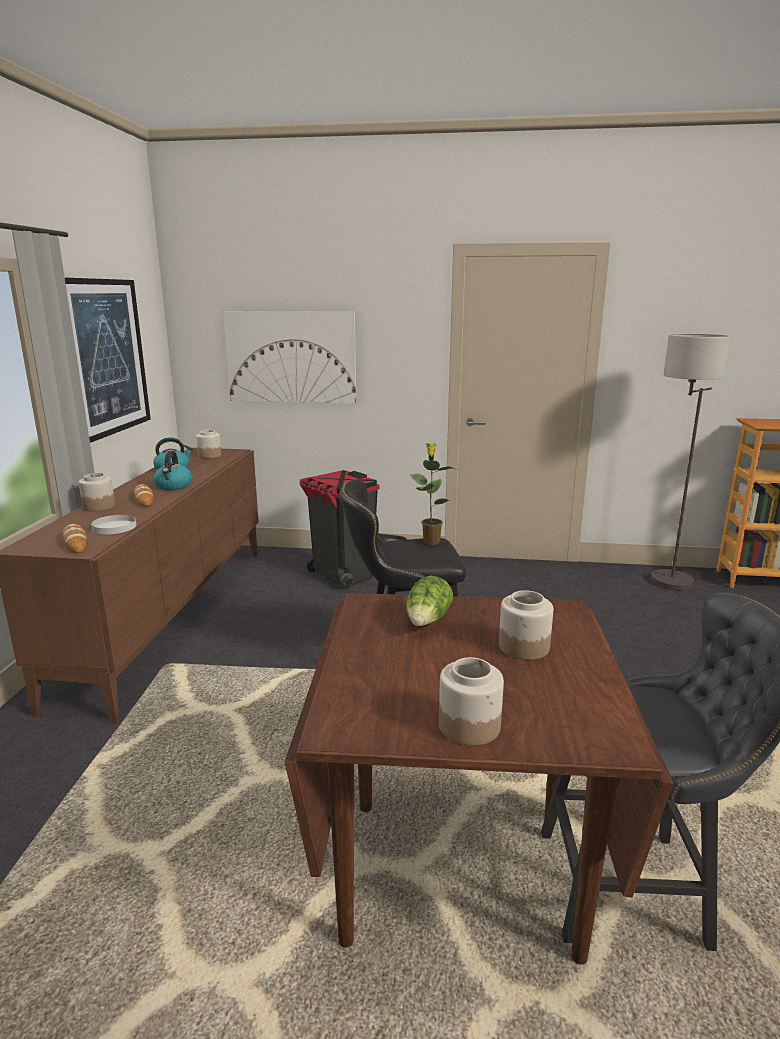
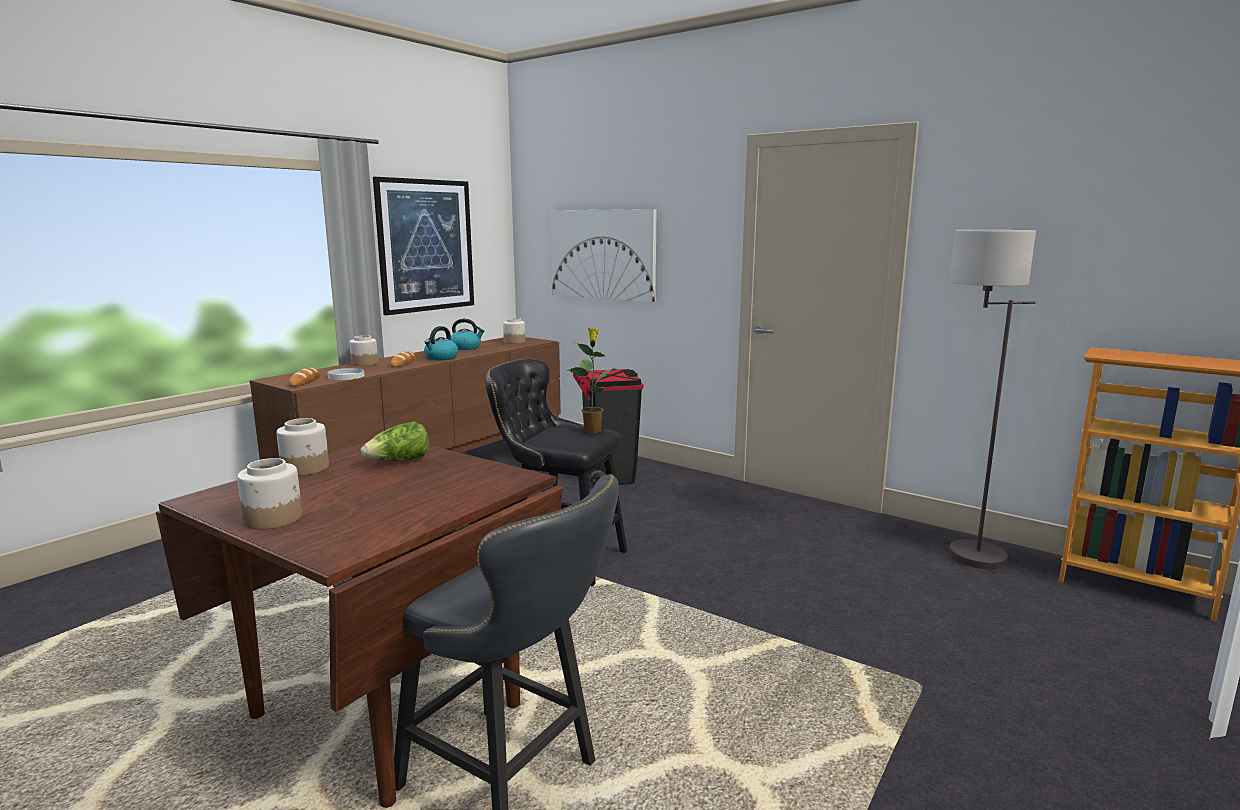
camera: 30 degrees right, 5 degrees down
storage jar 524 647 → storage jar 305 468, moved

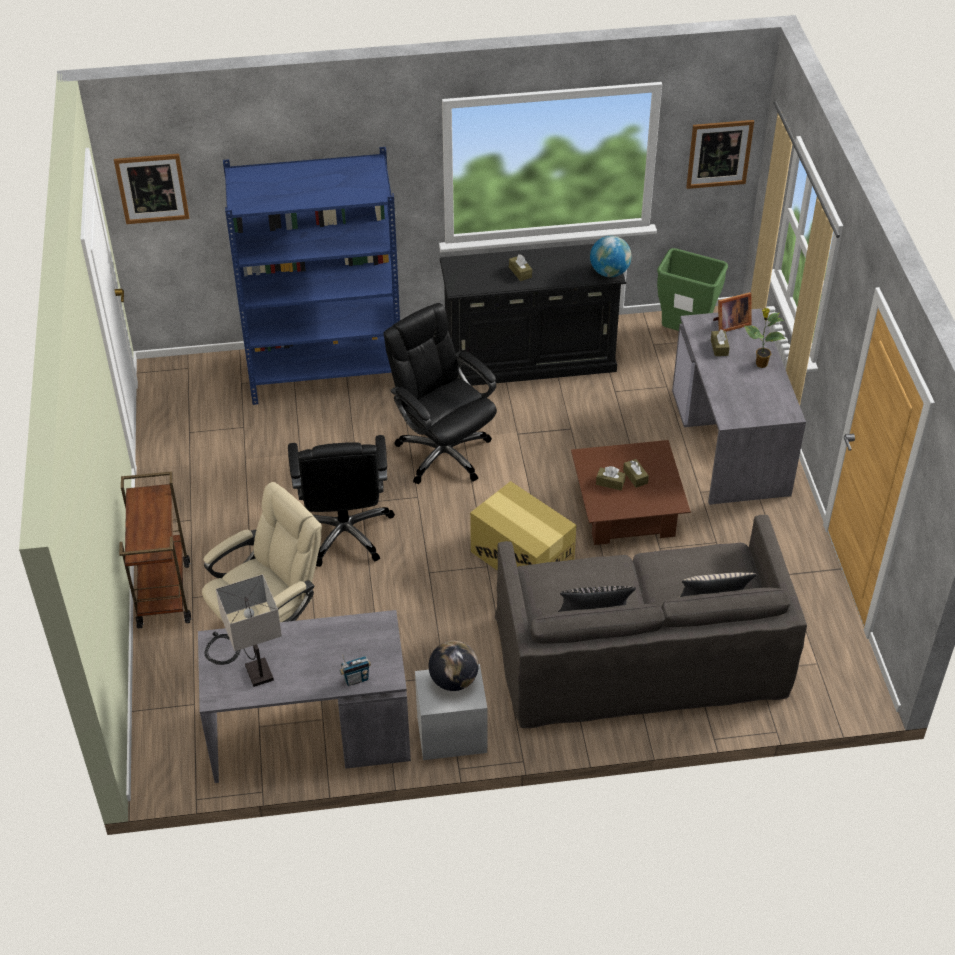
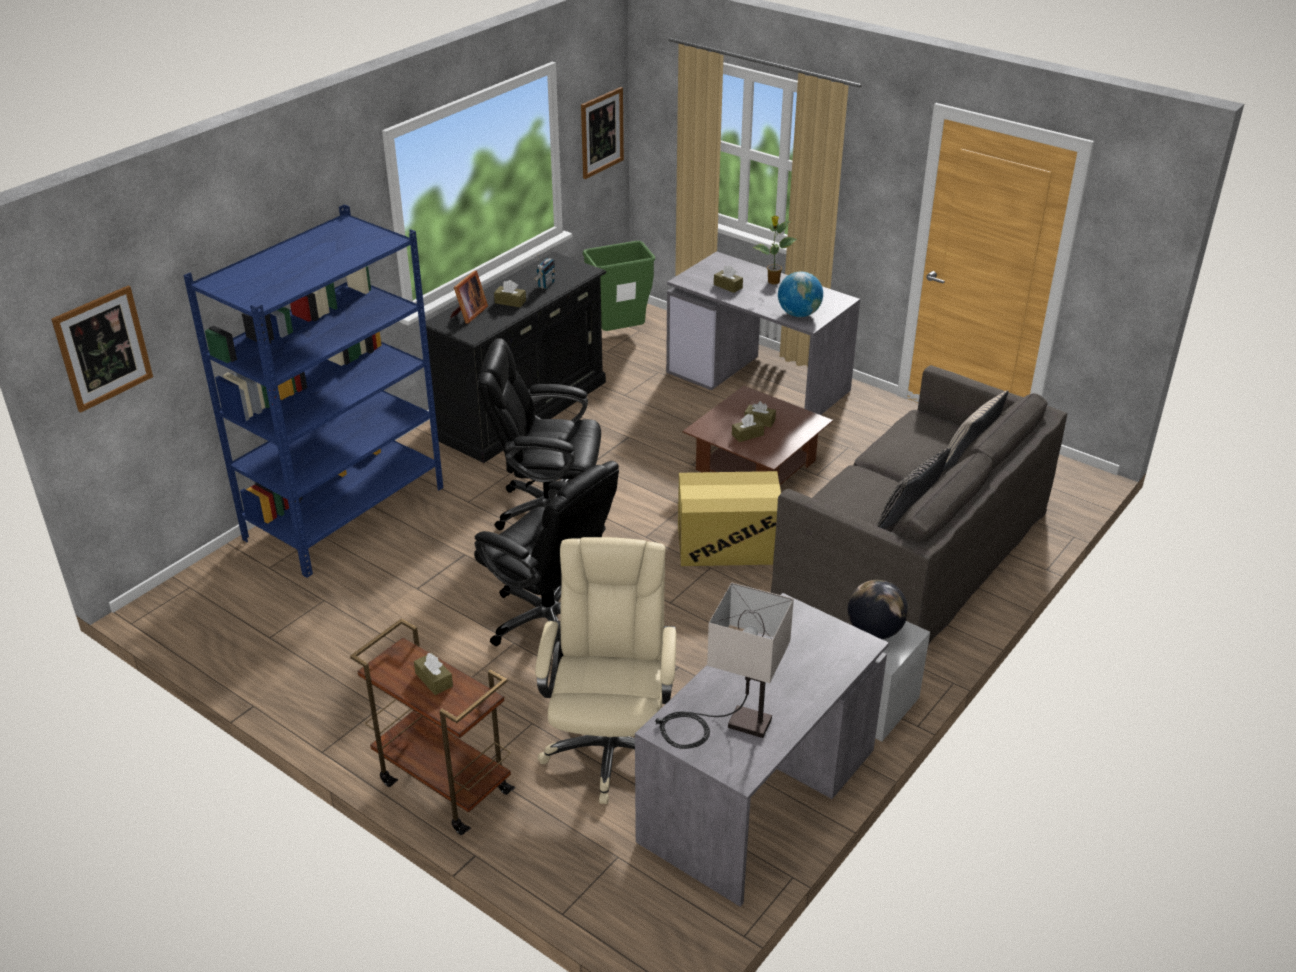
camera: 45 degrees left, 10 degrees down
radio set 356 679 → radio set 546 284, moved
globe 609 272 → globe 799 314, moved
photo frame 730 324 → photo frame 468 314, moved
- → brown box of tissues 434 680

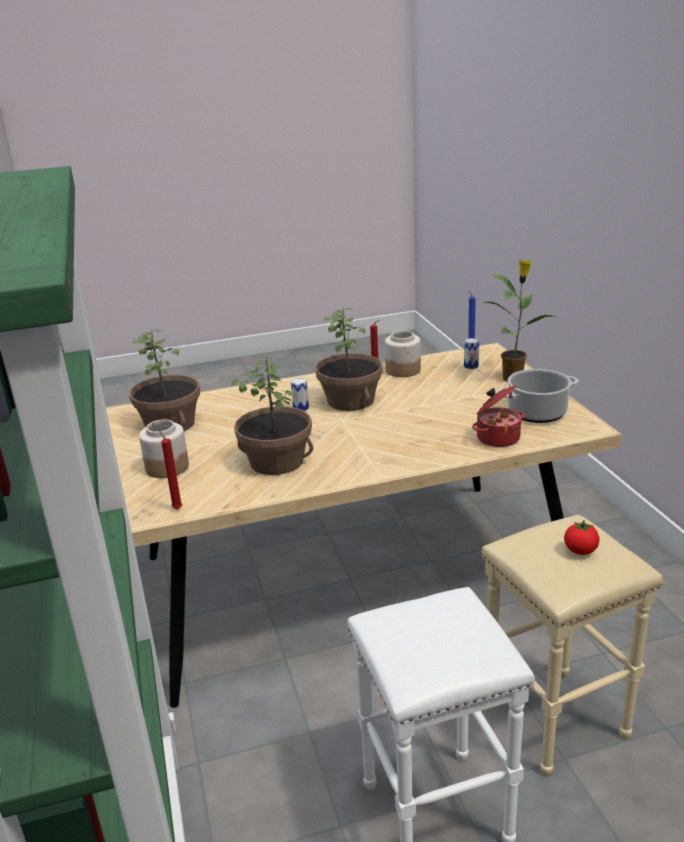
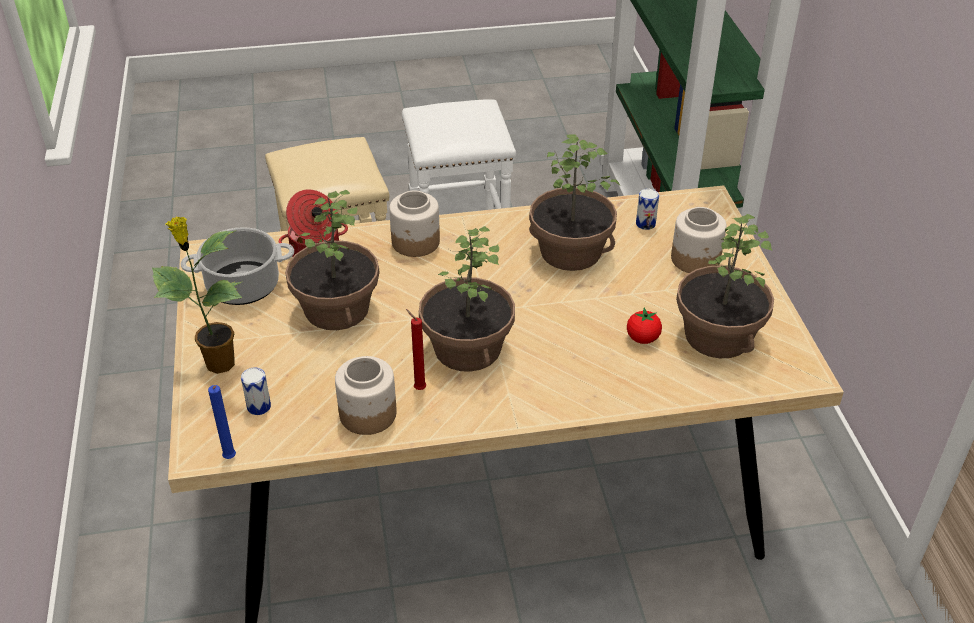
camera: 175 degrees left, 15 degrees up
red wax light 176 508 → -
sealed can 301 408 → sealed can 645 224, moved
tomato 580 551 → tomato 642 338, moved
- → plant in a pot 336 309
- → storage jar 416 242

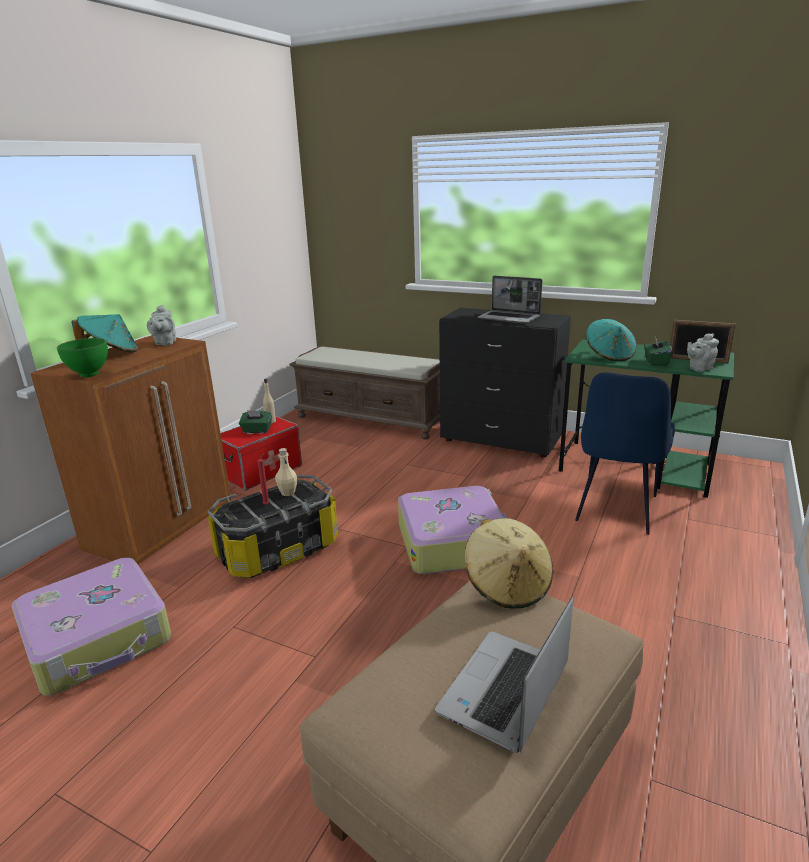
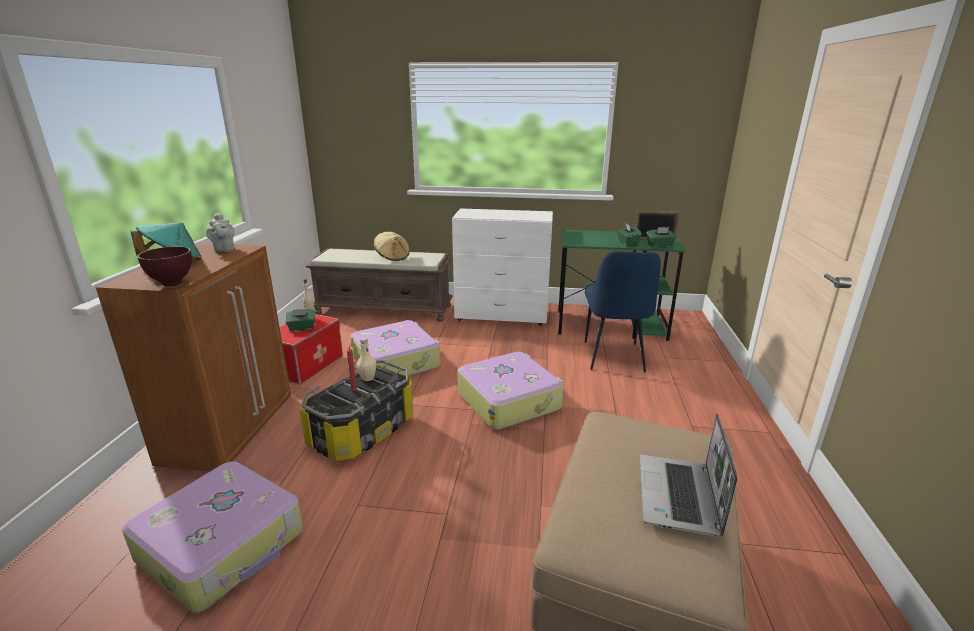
camera: 20 degrees left, 0 degrees up
green-coloured serving bowl 90 375 → brown serving bowl 172 284
black-coloured drawer chest 501 441 → whitish drawer chest 502 316
beige wearable hat 507 585 → beige wearable hat 392 257, moved
laptop 509 318 → -
turquoise-coloured wearable hat 609 355 → -
grey tea pot 699 368 → green-coloured box of tissues 660 246
- → piece of luggage 396 361

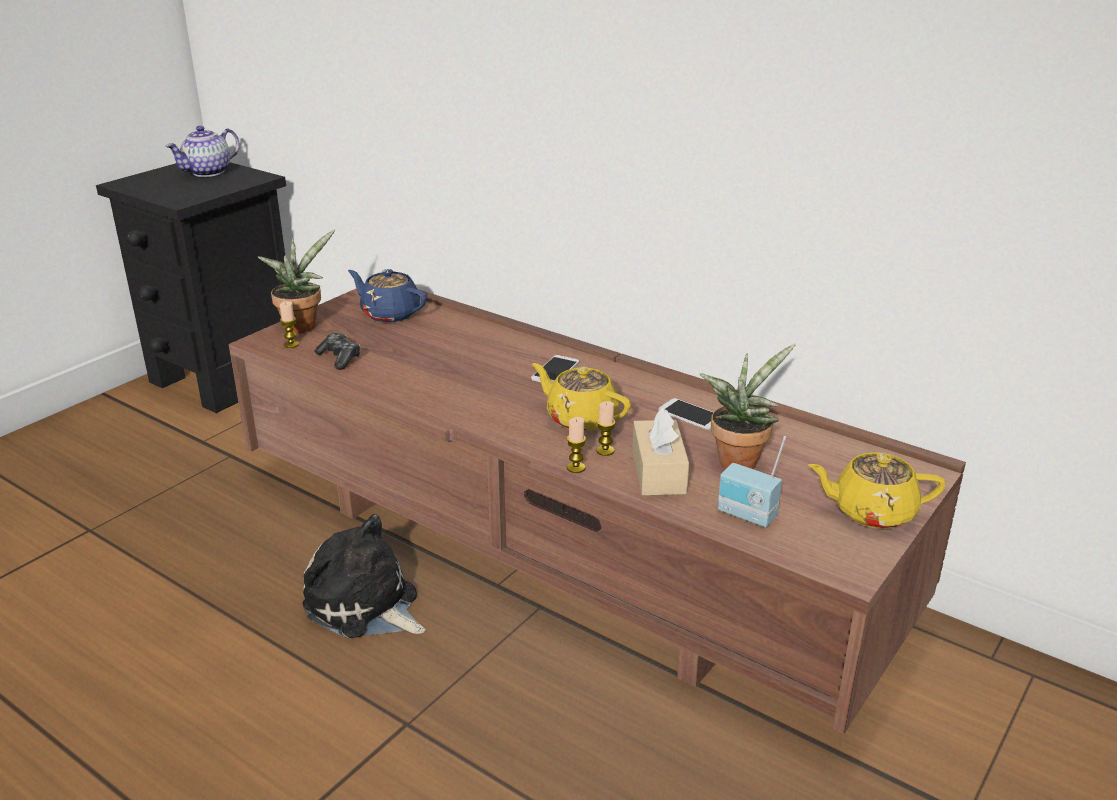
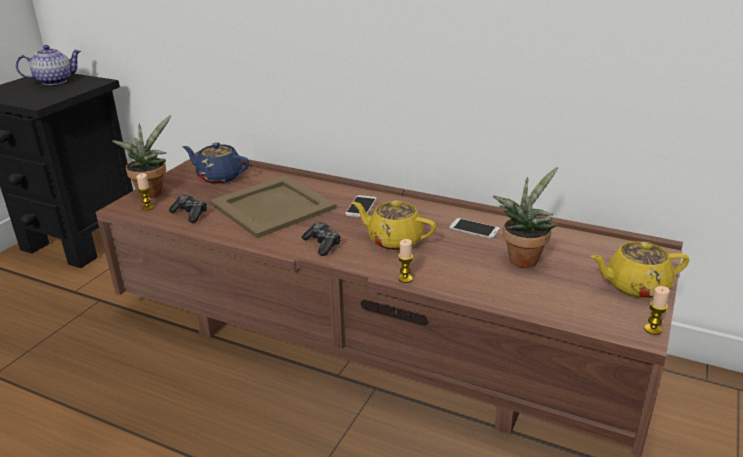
camera: 10 degrees left, 0 degrees up
tea pot 208 172 → tea pot 54 81, 150 degrees counterclockwise
cuddly toy 365 606 → -
wax light 605 451 → wax light 652 329, moved
beige box of tissues 658 472 → -
radio set 746 515 → -
- → beige serving tray 271 206
- → game controller 322 244

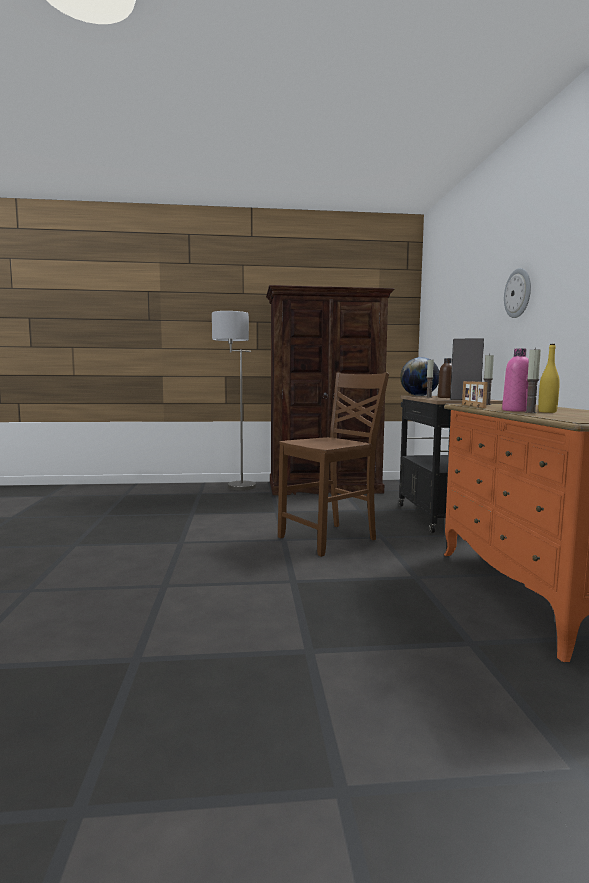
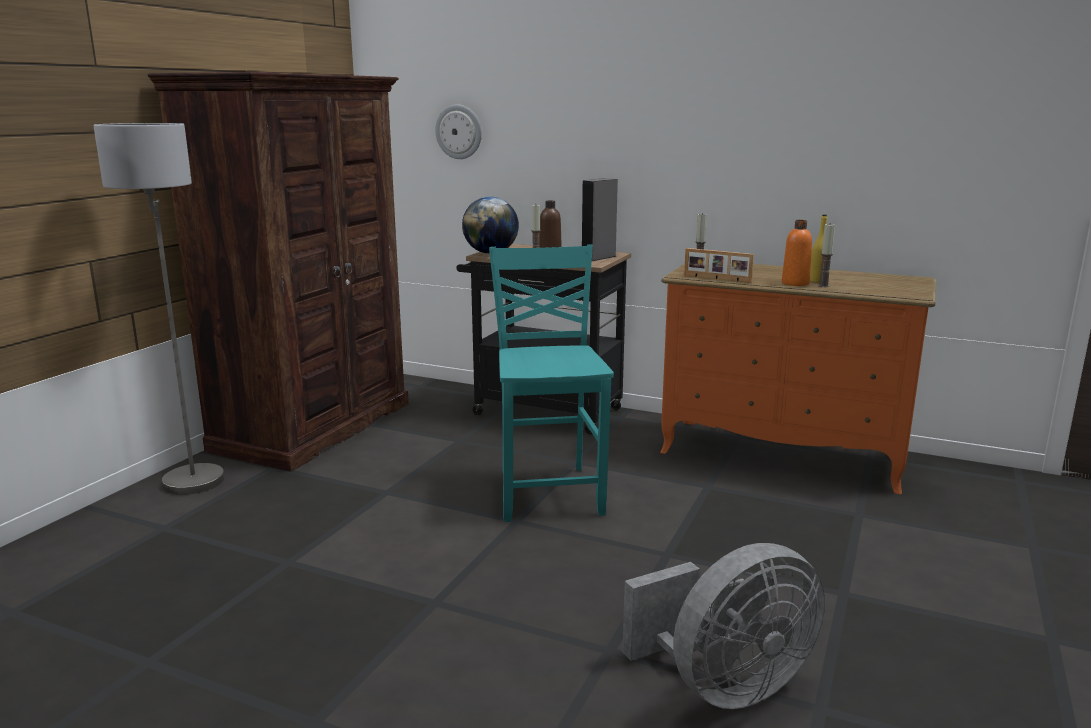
camera: 60 degrees left, 10 degrees up
brown plain chair 330 539 → turquoise-coloured plain chair 549 492
pinkish beverage bottle 516 410 → orangey beverage bottle 795 283
wall clock 518 293 → wall clock 459 132, moved
- → grey electric fan 725 686

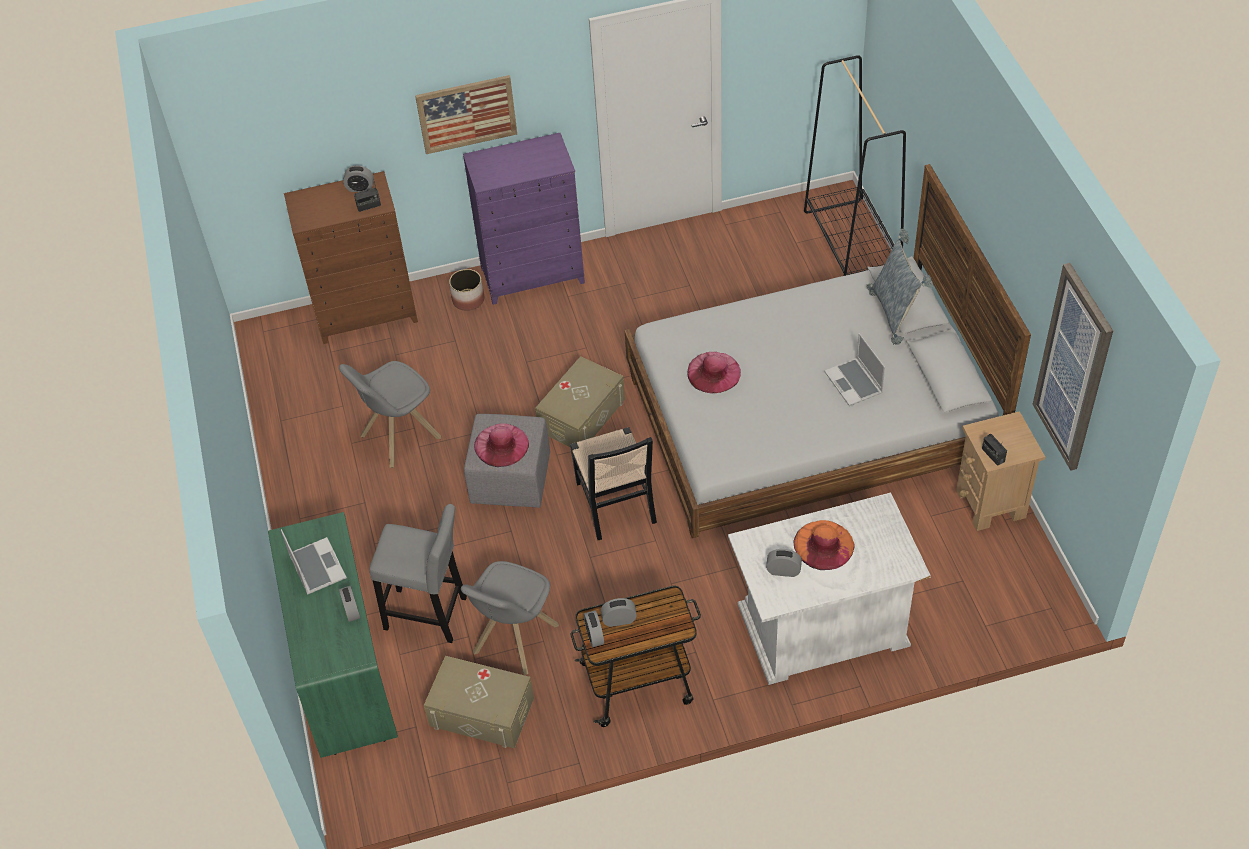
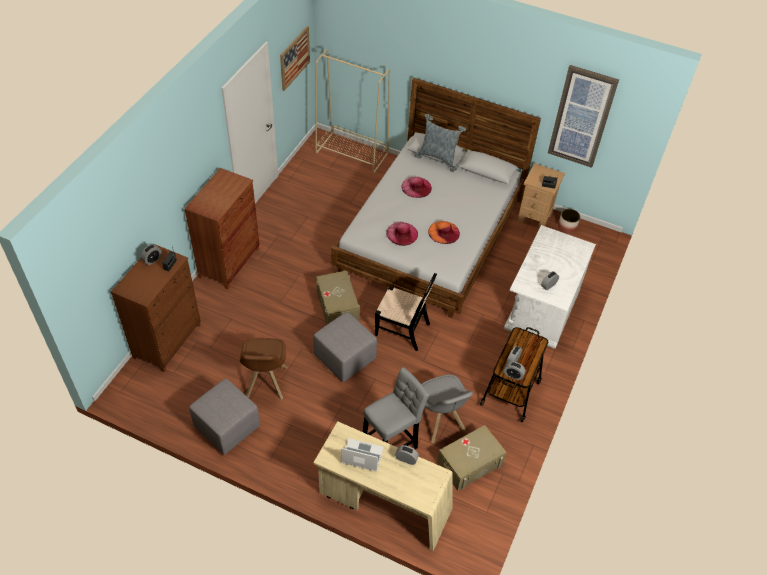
camera: 55 degrees left, 0 degrees up
green-coloured desk unit 342 664 → beige desk unit 383 503
grey plain chair 399 436 → brown plain chair 266 382
wall art 466 114 → wall art 294 58, moved
planter 468 300 → planter 567 227, moved
purplish drawer chest 534 277 → brown drawer chest 231 263
pinkish wearable hat 501 445 → pinkish wearable hat 416 187, moved
orangey wearable hat 823 545 → orangey wearable hat 443 232, moved
black-coloured garment rack 852 243 → beige garment rack 352 153
laptop 854 383 → -
- → grey pouffe 226 426

